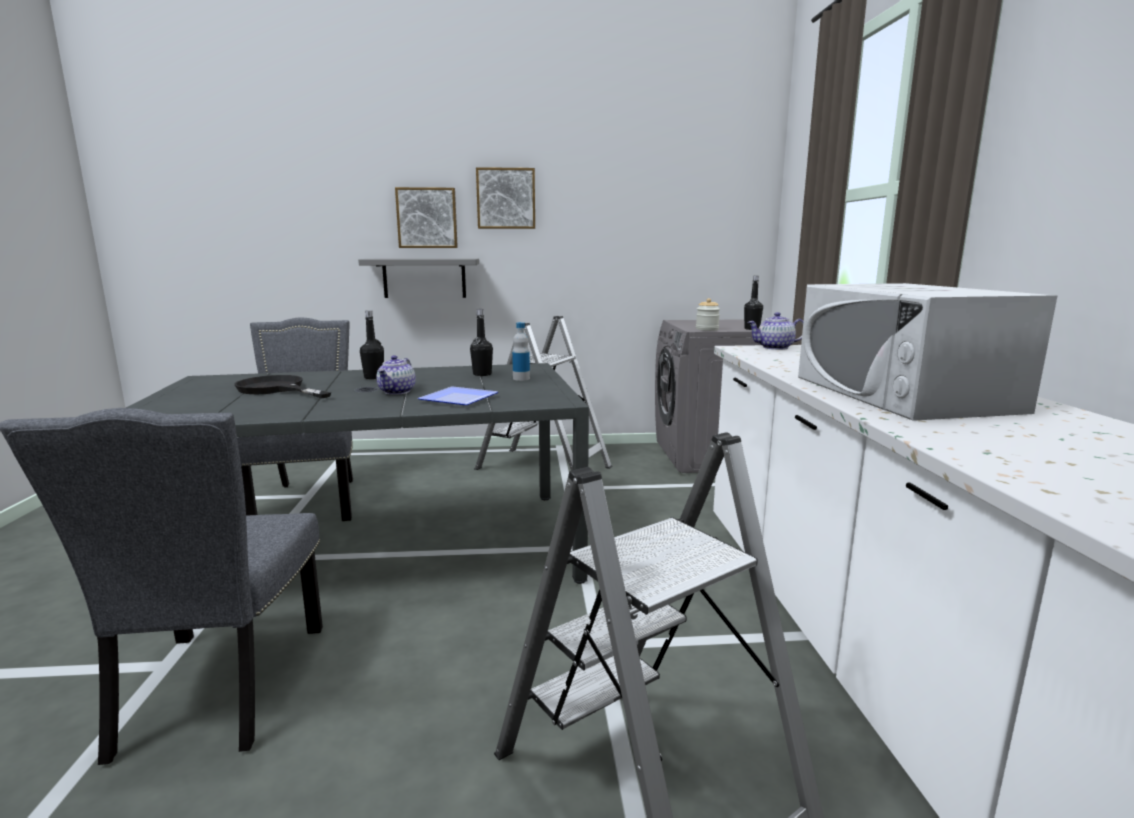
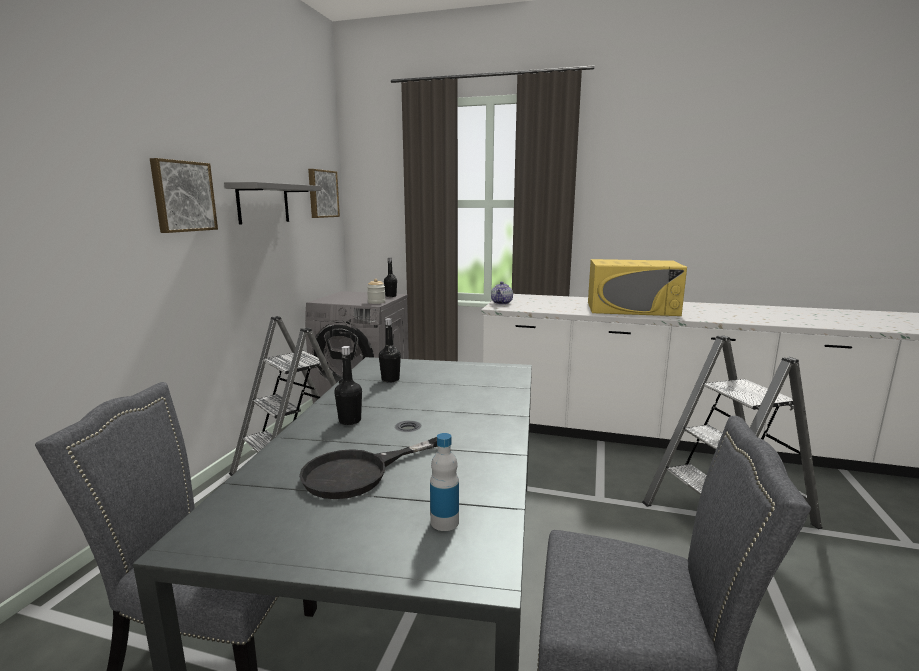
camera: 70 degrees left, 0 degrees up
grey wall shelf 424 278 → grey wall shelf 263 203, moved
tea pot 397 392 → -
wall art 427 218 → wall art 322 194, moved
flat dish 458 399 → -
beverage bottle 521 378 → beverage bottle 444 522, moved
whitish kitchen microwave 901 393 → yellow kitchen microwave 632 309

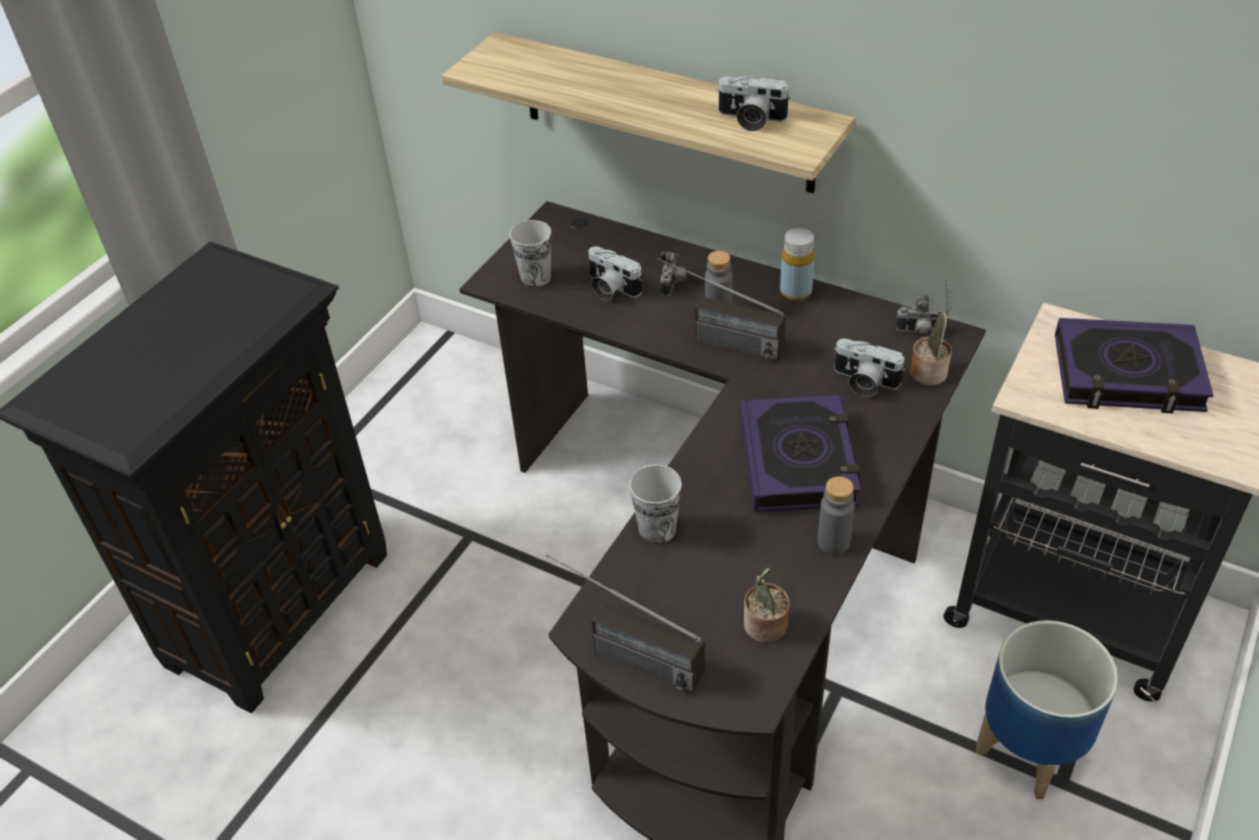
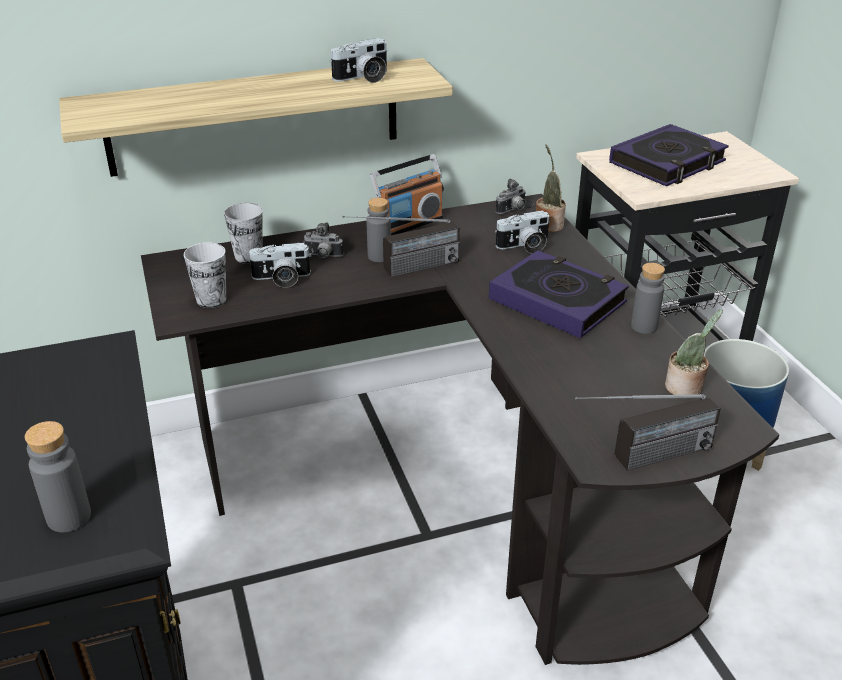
camera: 50 degrees left, 10 degrees down
cup 657 529 → cup 248 256, moved
still camera 673 284 → still camera 323 256, 135 degrees clockwise
yellow beverage bottle 796 292 → radio set 409 224
- → grey beverage bottle 69 517

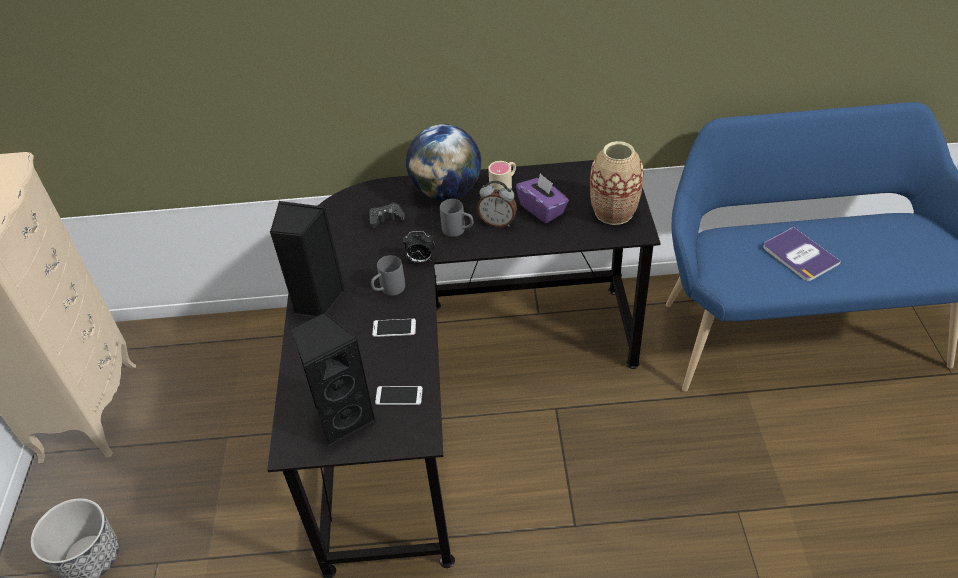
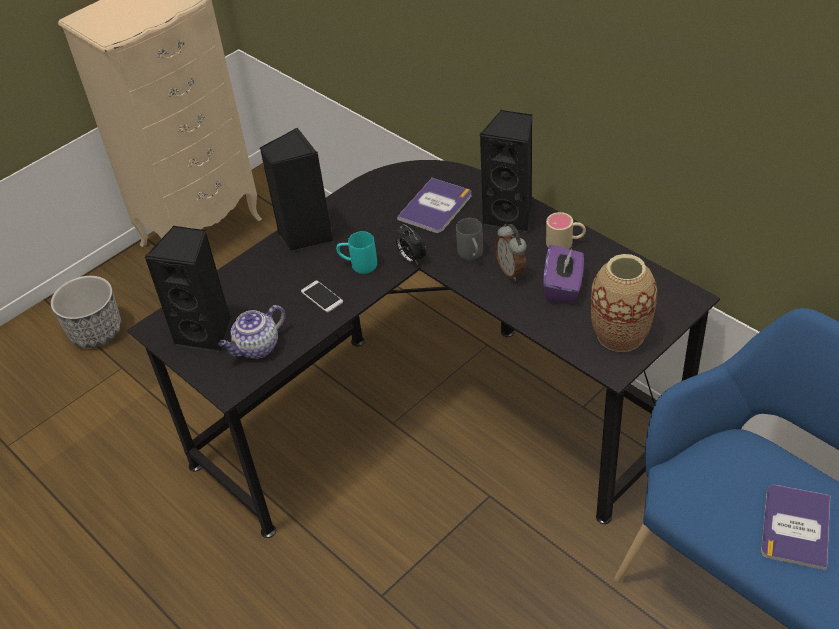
camera: 50 degrees right, 0 degrees up
black-coloured game controller 386 219 → volume 435 207
grey coffee mug 388 290 → turquoise-coloured coffee mug 358 265
telephone 399 396 → tea pot 257 348
globe 447 191 → black-coloured loudspeaker 511 216

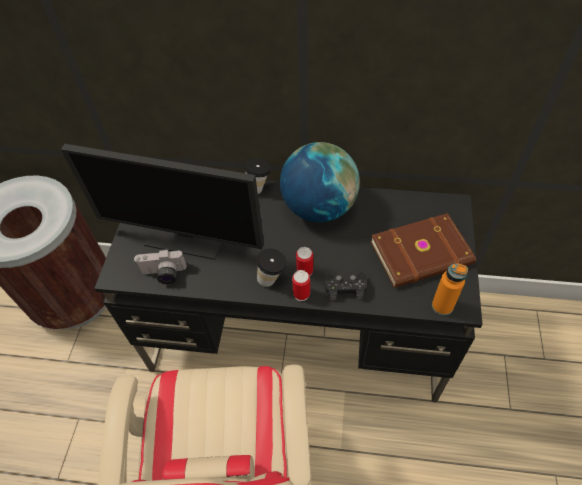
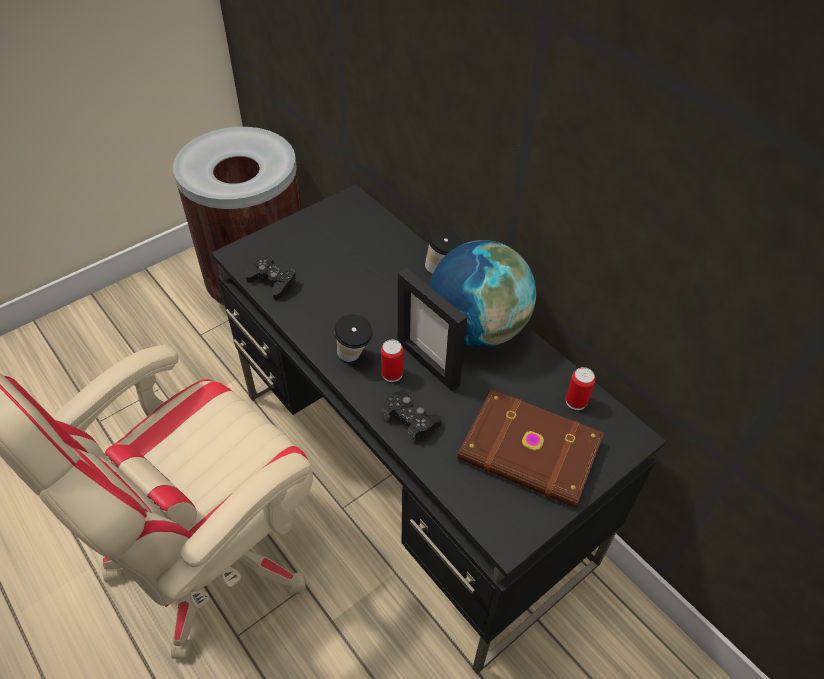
camera: 40 degrees right, 5 degrees down
computer screen 188 234 → -
still camera 163 274 → black-coloured game controller 272 282
sealed can 301 294 → sealed can 576 401, moved
orangey beverage bottle 442 306 → -
- → photo frame 429 362

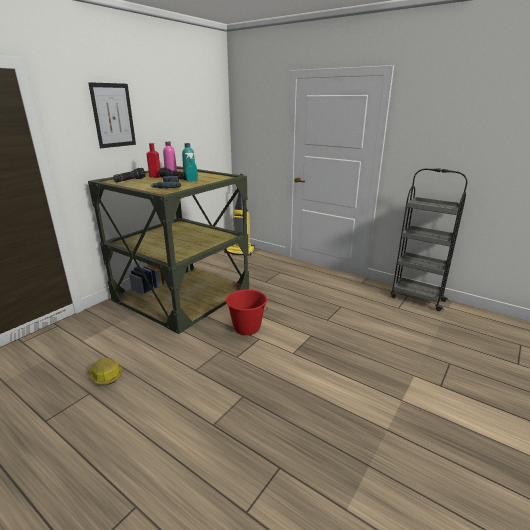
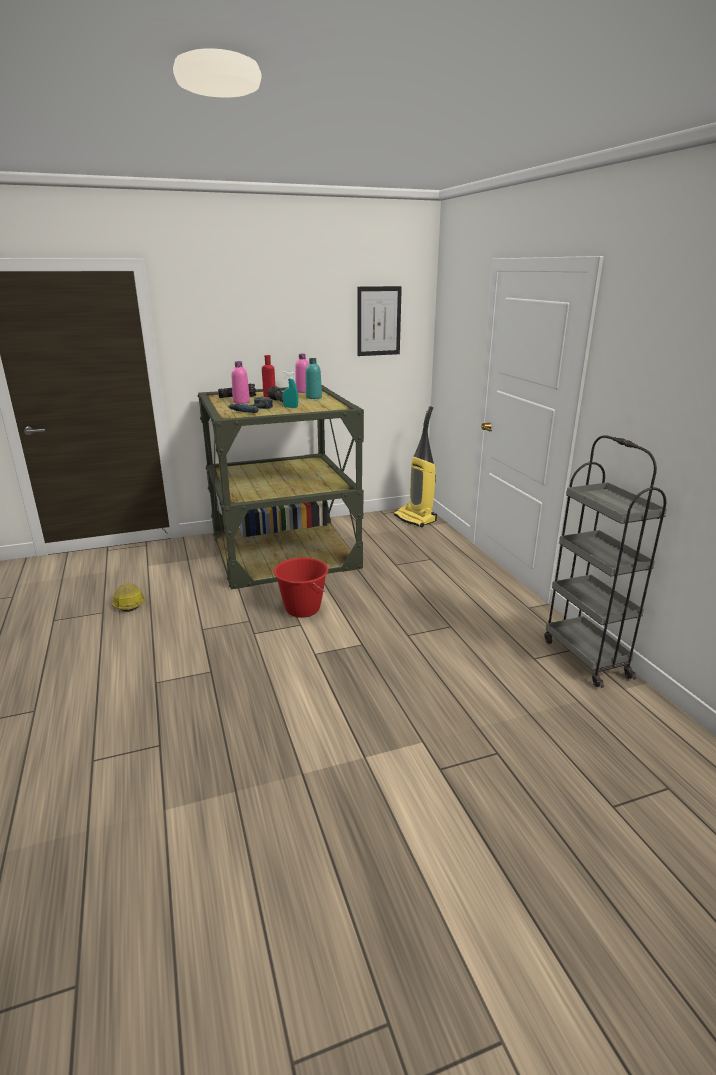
camera: 35 degrees right, 0 degrees up
wall art 113 115 → wall art 379 321, moved
- → pinkish beverage bottle 241 402

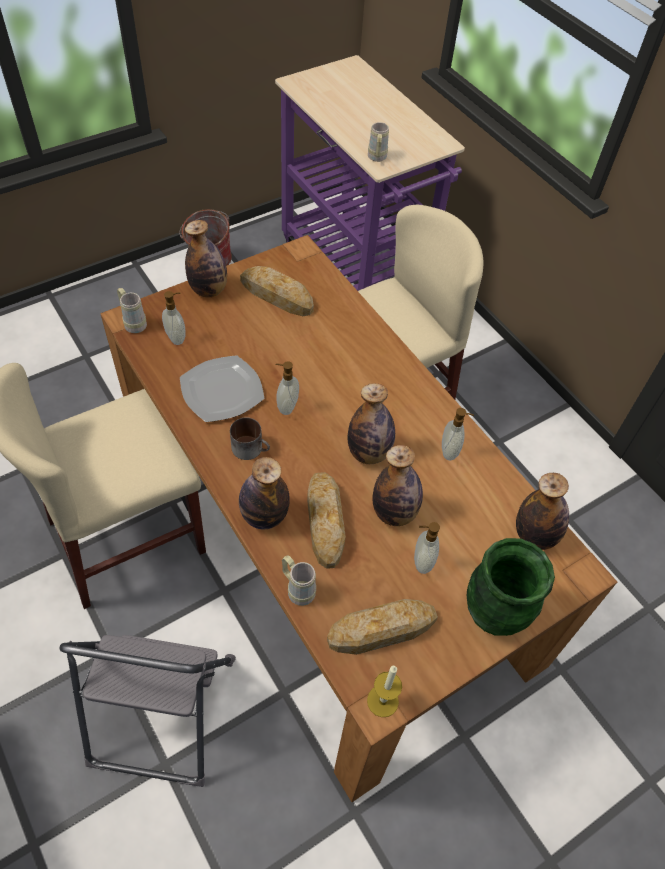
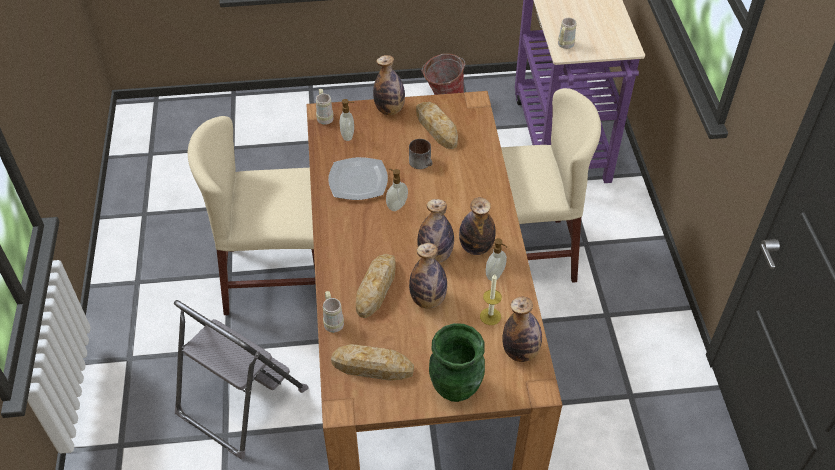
camera: 30 degrees right, 5 degrees down
coffee mug 251 448 → coffee mug 422 163, moved
beverage bottle 264 515 → beverage bottle 476 247, moved
wax light 382 701 → wax light 490 316, moved
soap dispenser 422 561 → -

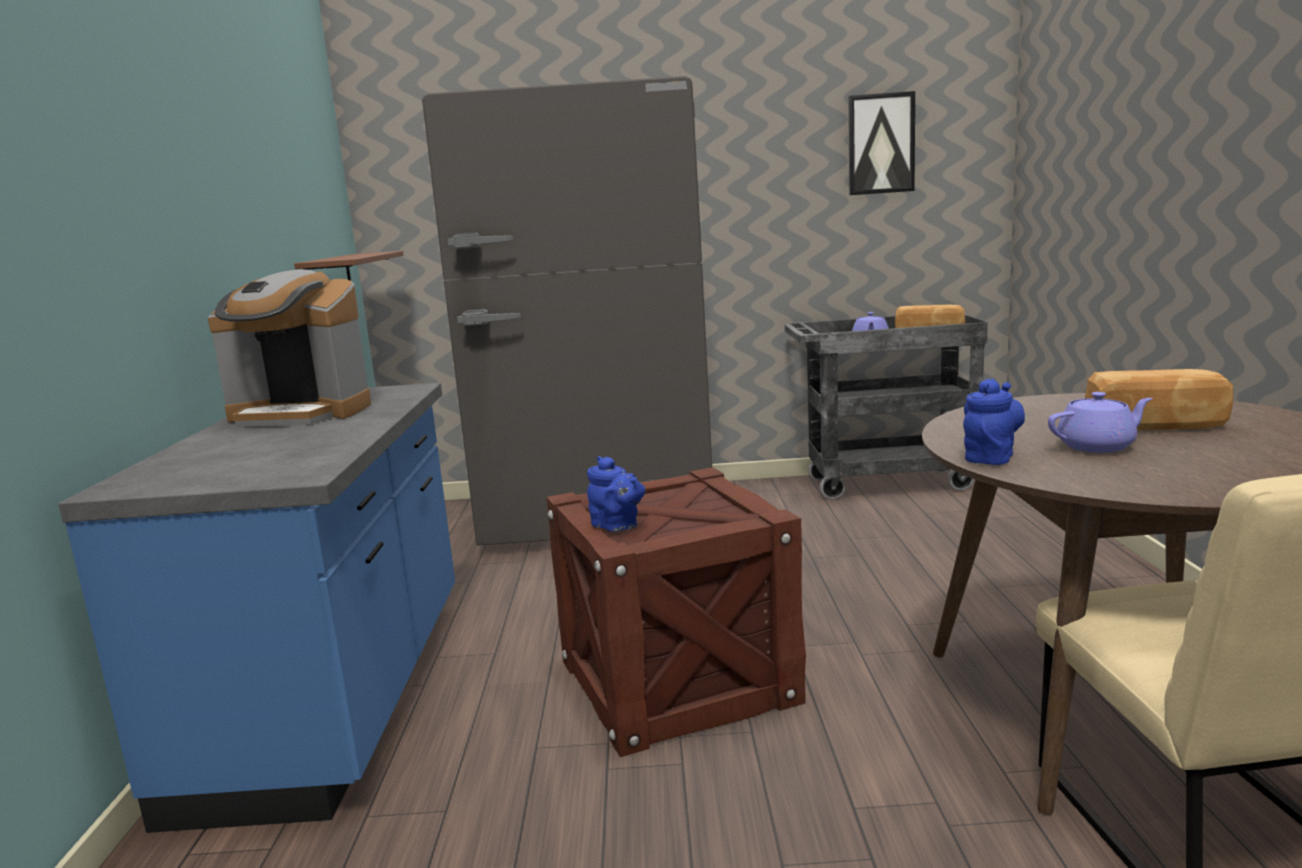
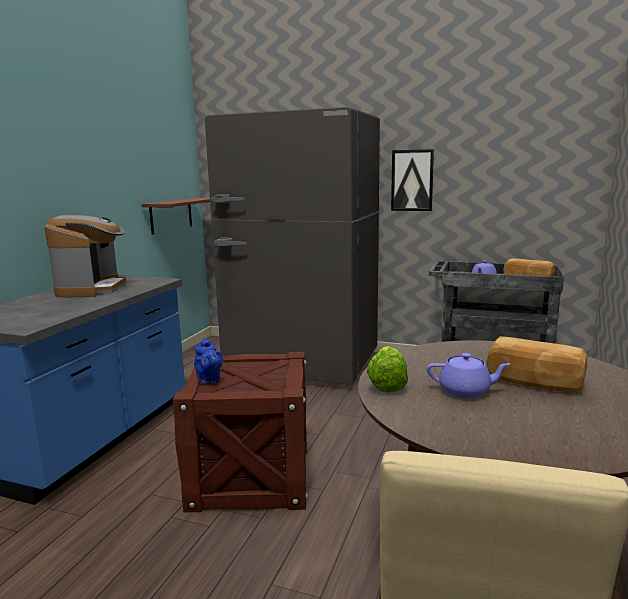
camera: 20 degrees right, 0 degrees up
coffee brewer 301 414 → coffee brewer 92 289, 120 degrees counterclockwise
wall art 880 144 → wall art 412 180, moved
blue tea pot 990 457 → lettuce head 386 384

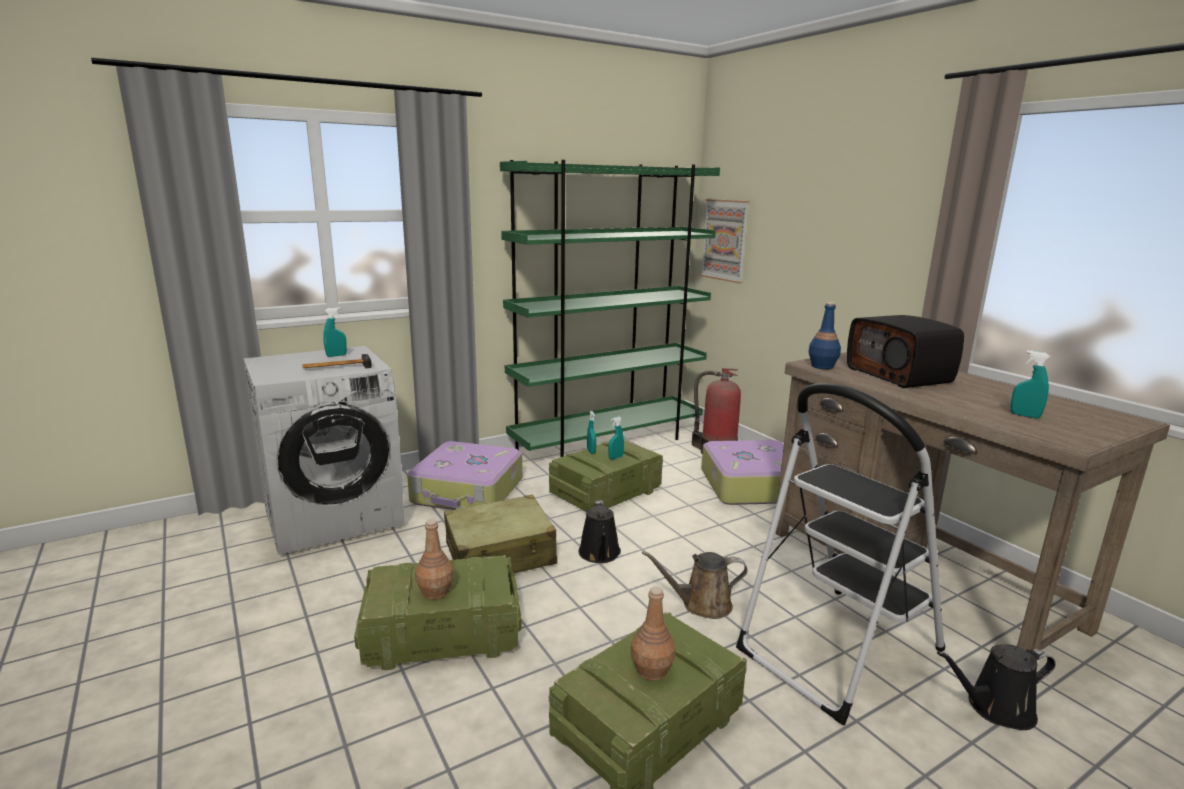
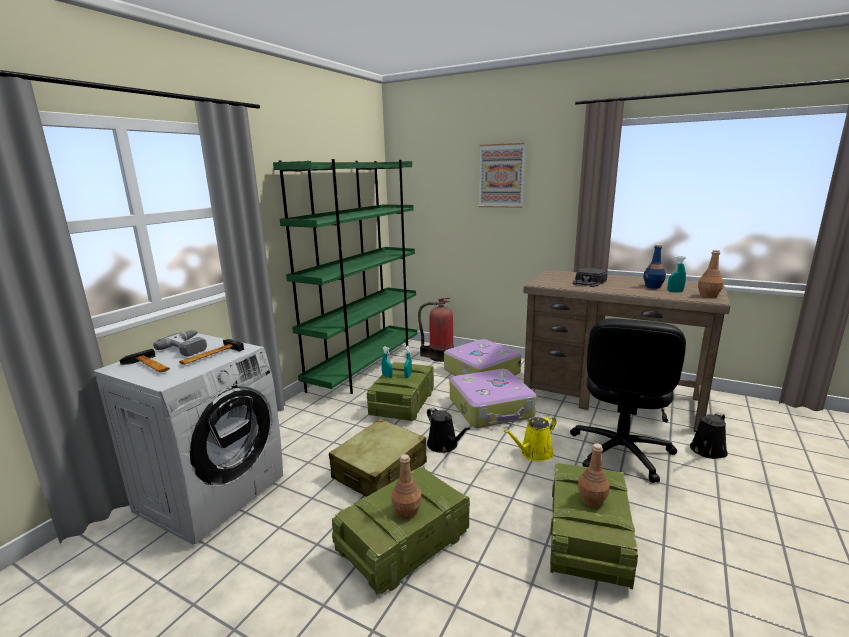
camera: 30 degrees left, 0 degrees up
turquoise-coloured sprayer 336 355 → drill 189 347
piece of luggage 468 492 → piece of luggage 491 408, moved
brown watering pot 701 604 → yellow watering pot 534 453
wall art 725 240 → wall art 501 176, moved
step ladder 834 650 → black-coloured computer chair 620 451
blue beverage bottle 822 366 → blue beverage bottle 653 286, moved
radio set 900 375 → black-coloured cap 589 282
- → tool hammer 149 367
- → brown beverage bottle 708 295

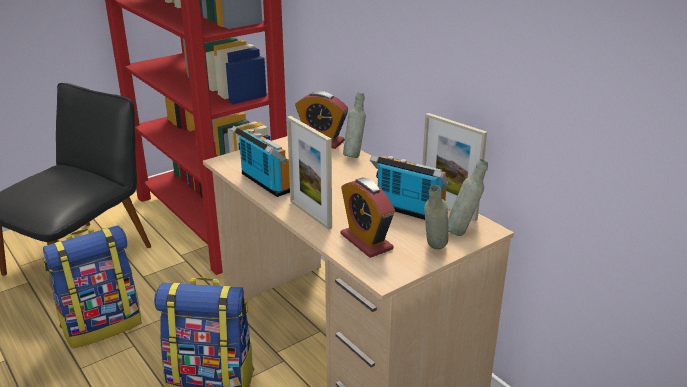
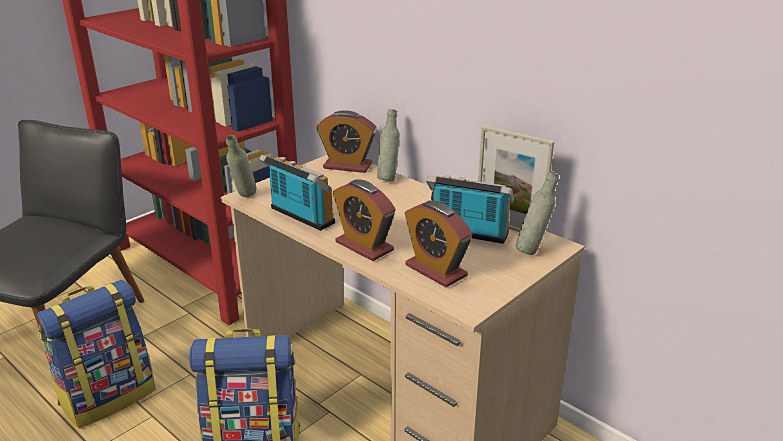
camera: 10 degrees left, 0 degrees up
photo frame 310 214 → bedside clock 364 246
grey beverage bottle 434 250 → grey beverage bottle 244 198, moved

